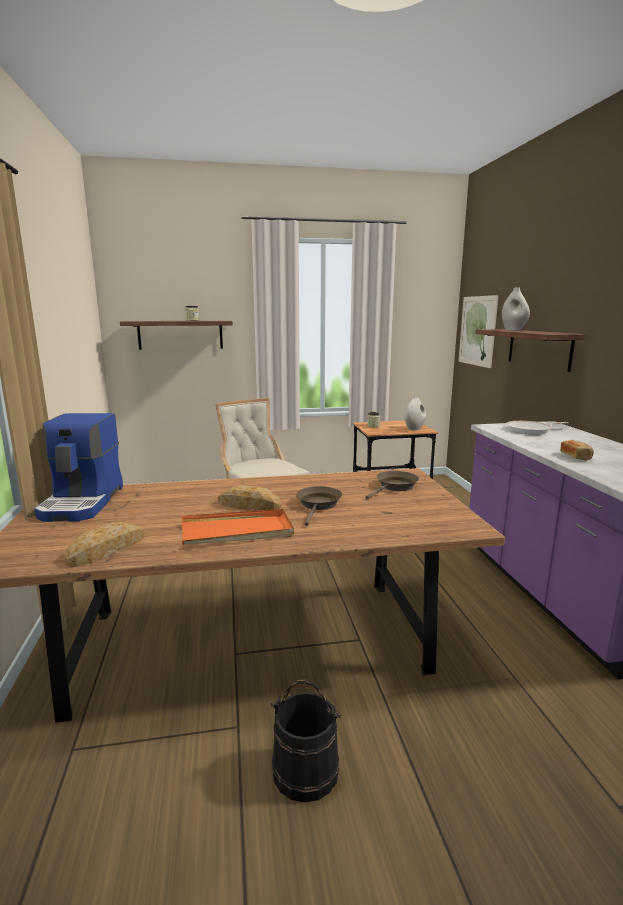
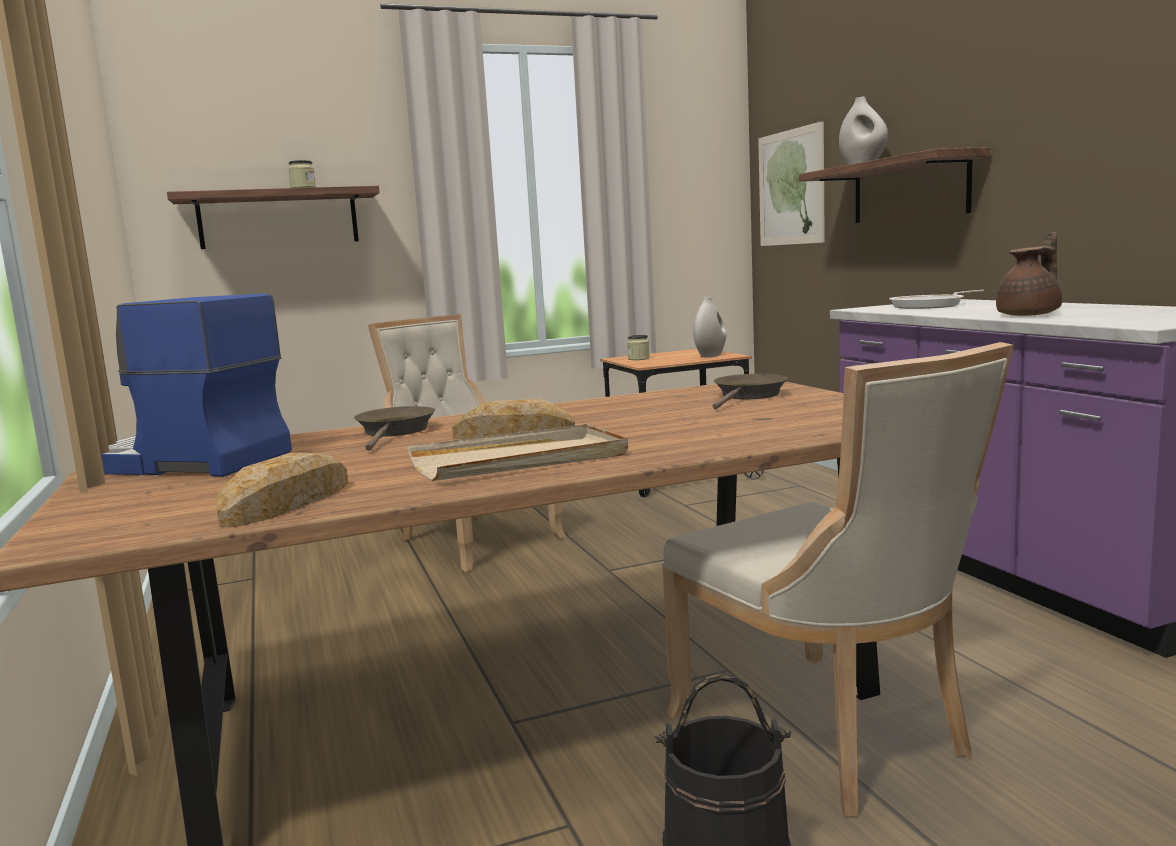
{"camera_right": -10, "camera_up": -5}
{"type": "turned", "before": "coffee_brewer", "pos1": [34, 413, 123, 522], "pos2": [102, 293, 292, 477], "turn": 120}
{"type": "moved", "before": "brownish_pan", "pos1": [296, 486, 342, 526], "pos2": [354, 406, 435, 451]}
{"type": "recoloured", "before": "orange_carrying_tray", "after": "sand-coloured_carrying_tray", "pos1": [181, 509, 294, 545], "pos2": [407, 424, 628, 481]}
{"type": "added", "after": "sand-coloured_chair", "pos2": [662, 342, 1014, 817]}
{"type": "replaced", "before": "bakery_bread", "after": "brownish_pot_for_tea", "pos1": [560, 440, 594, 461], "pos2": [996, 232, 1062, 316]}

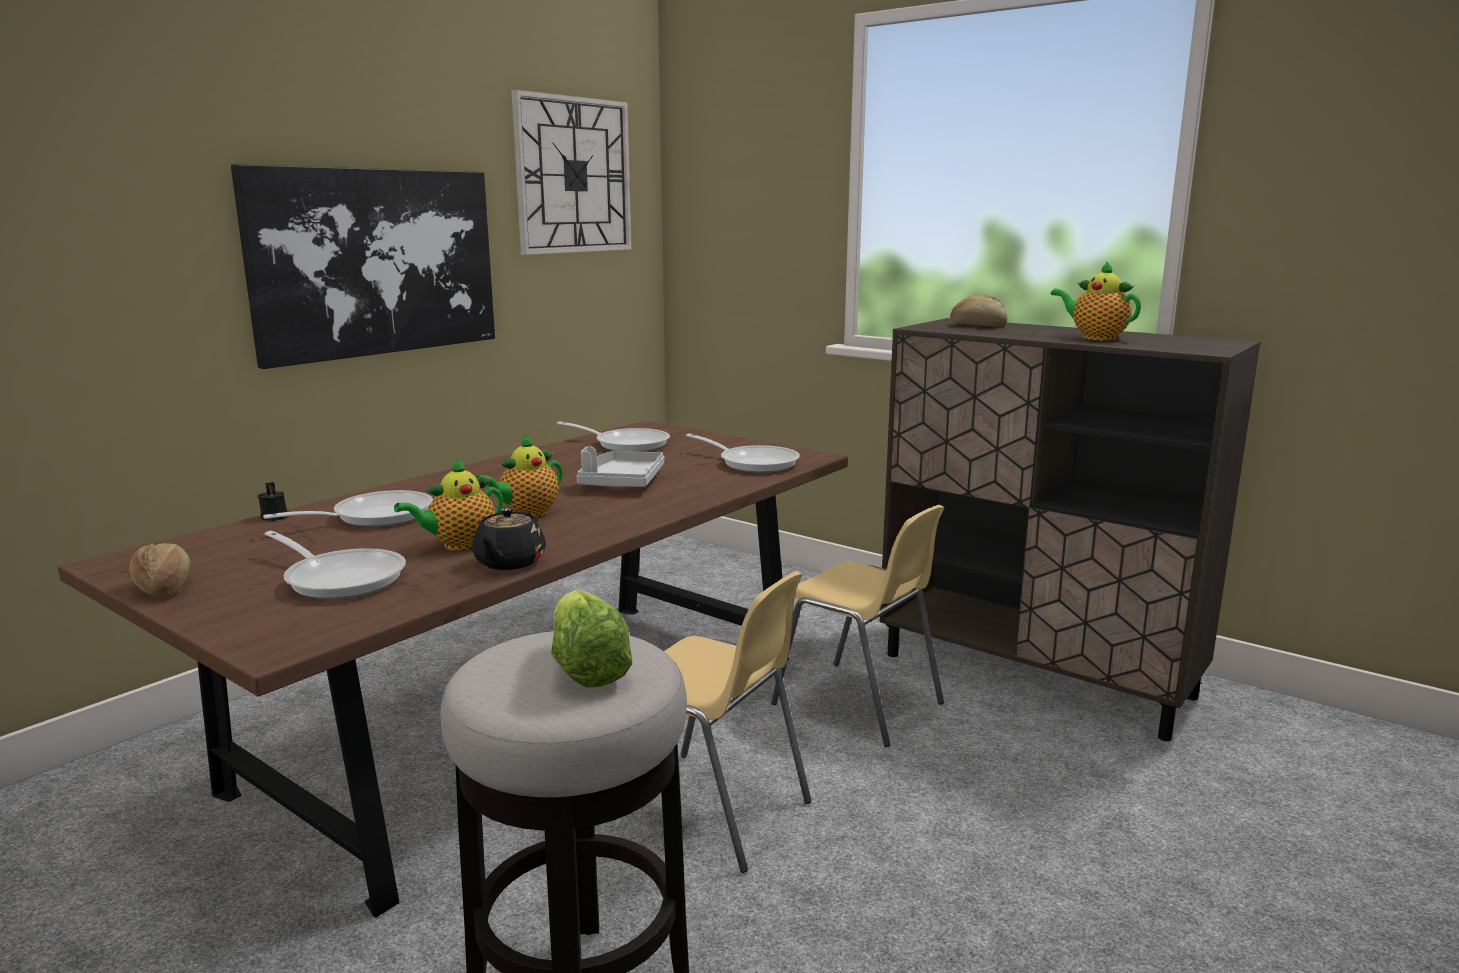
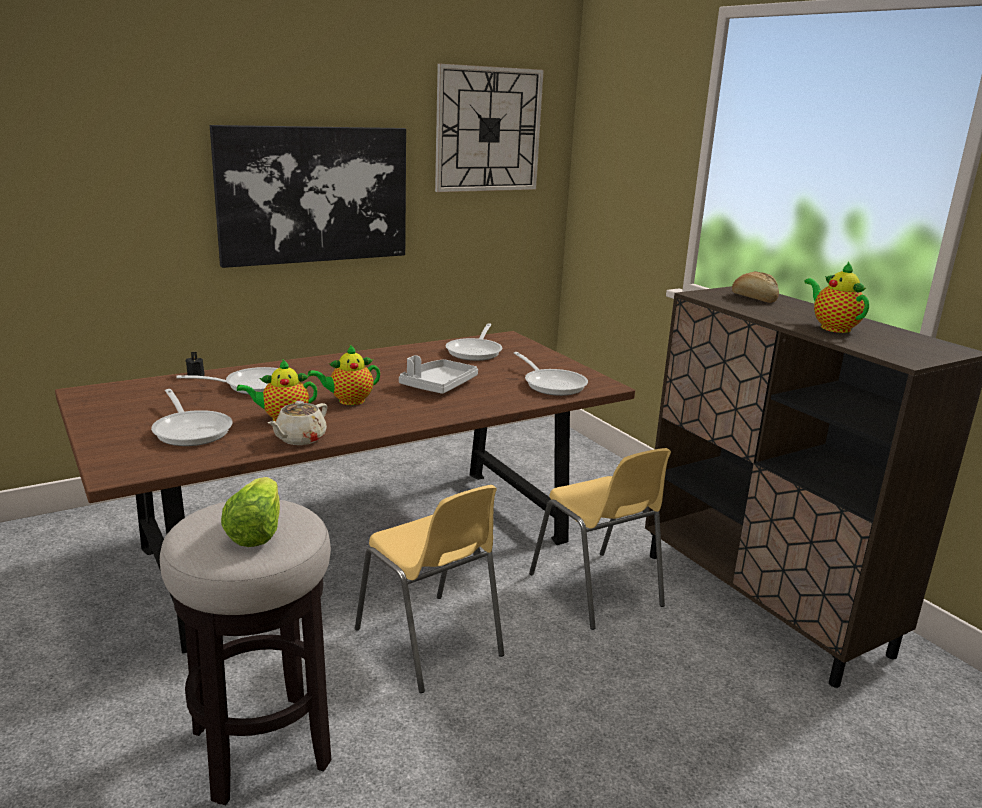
{"camera_right": 20, "camera_up": 5}
{"type": "recoloured", "before": "black-coloured_pot_for_tea", "after": "sand-coloured_pot_for_tea", "pos1": [472, 507, 546, 570], "pos2": [268, 401, 327, 445]}
{"type": "turned", "before": "pan", "pos1": [557, 421, 670, 452], "pos2": [446, 323, 502, 361], "turn": 60}
{"type": "removed", "before": "bakery_bread", "pos1": [129, 543, 191, 597]}

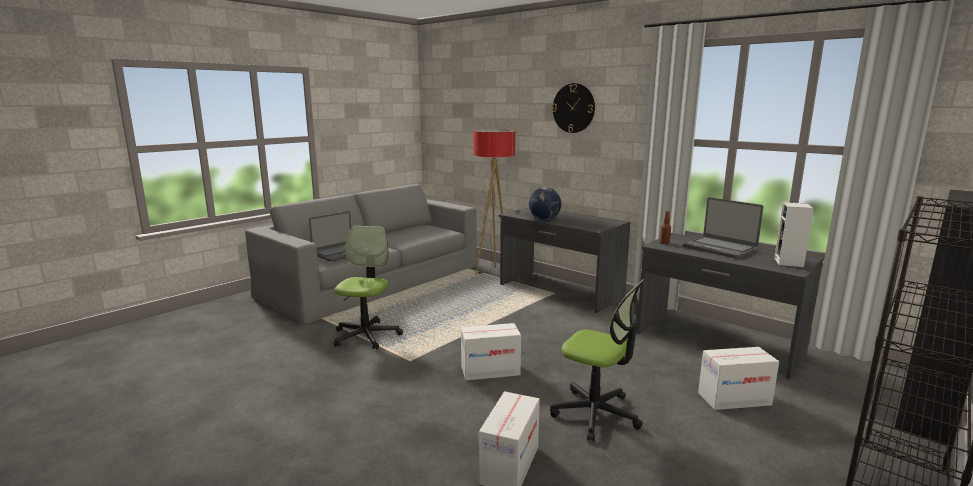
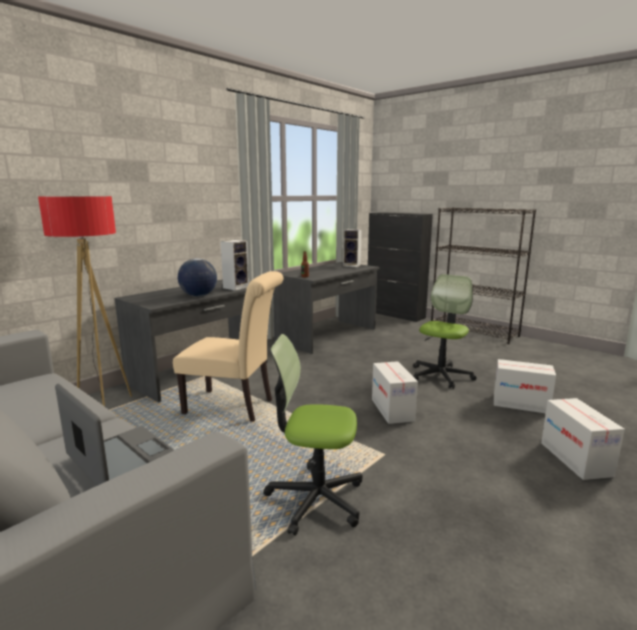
{"camera_right": -90, "camera_up": 0}
{"type": "added", "after": "sand-coloured_chair", "pos2": [173, 271, 284, 422]}
{"type": "added", "after": "speaker", "pos2": [220, 240, 249, 290]}
{"type": "moved", "before": "cardboard_box", "pos1": [698, 347, 779, 410], "pos2": [541, 398, 625, 480]}
{"type": "removed", "before": "wall_clock", "pos1": [552, 83, 595, 133]}
{"type": "removed", "before": "laptop", "pos1": [683, 197, 763, 258]}

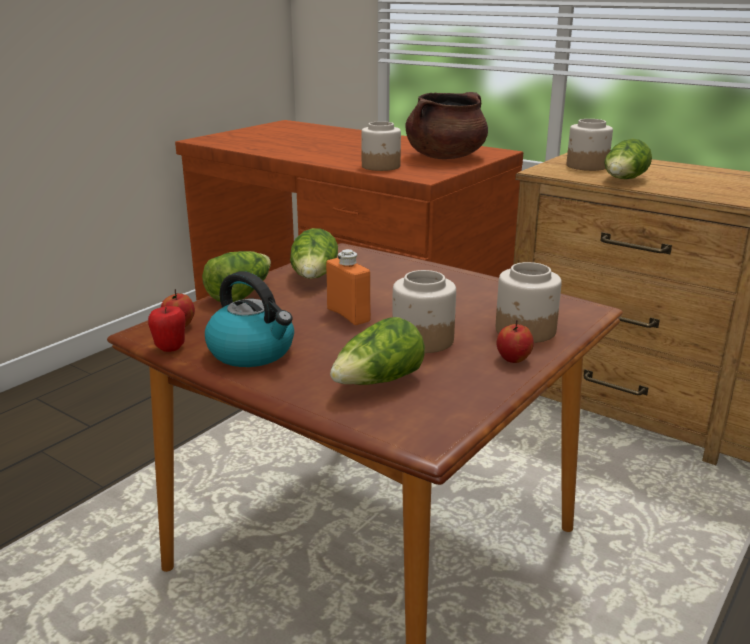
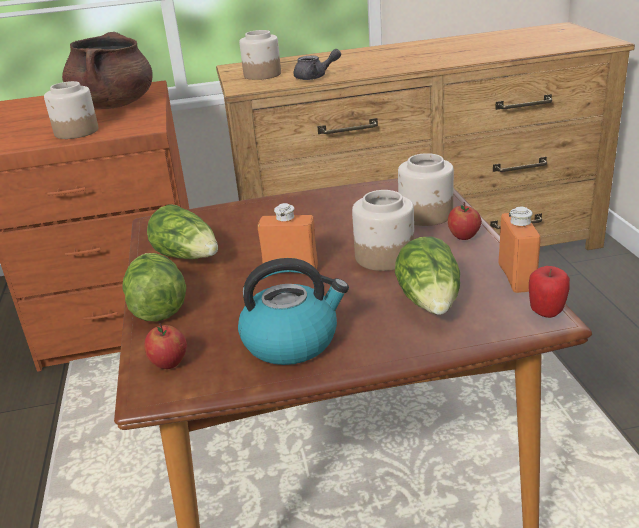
{"camera_right": -45, "camera_up": 5}
{"type": "replaced", "before": "head_of_lettuce", "after": "greyish_pot_for_tea", "pos1": [604, 139, 652, 179], "pos2": [293, 49, 341, 80]}
{"type": "added", "after": "orange_drink_bottle", "pos2": [499, 207, 541, 293]}
{"type": "moved", "before": "whole_apple", "pos1": [148, 306, 186, 352], "pos2": [529, 266, 570, 318]}

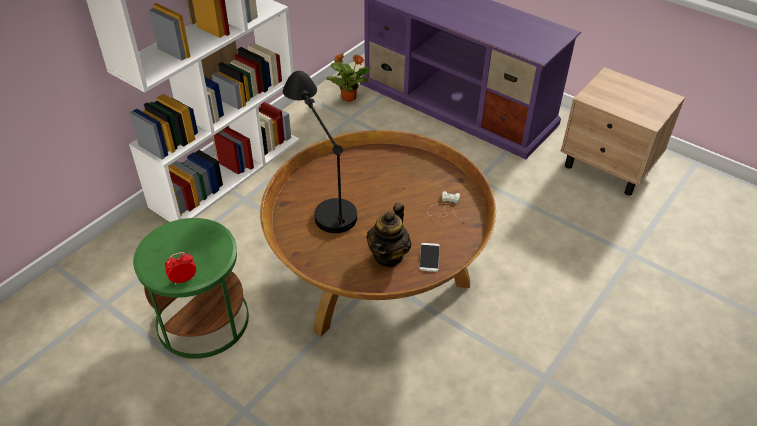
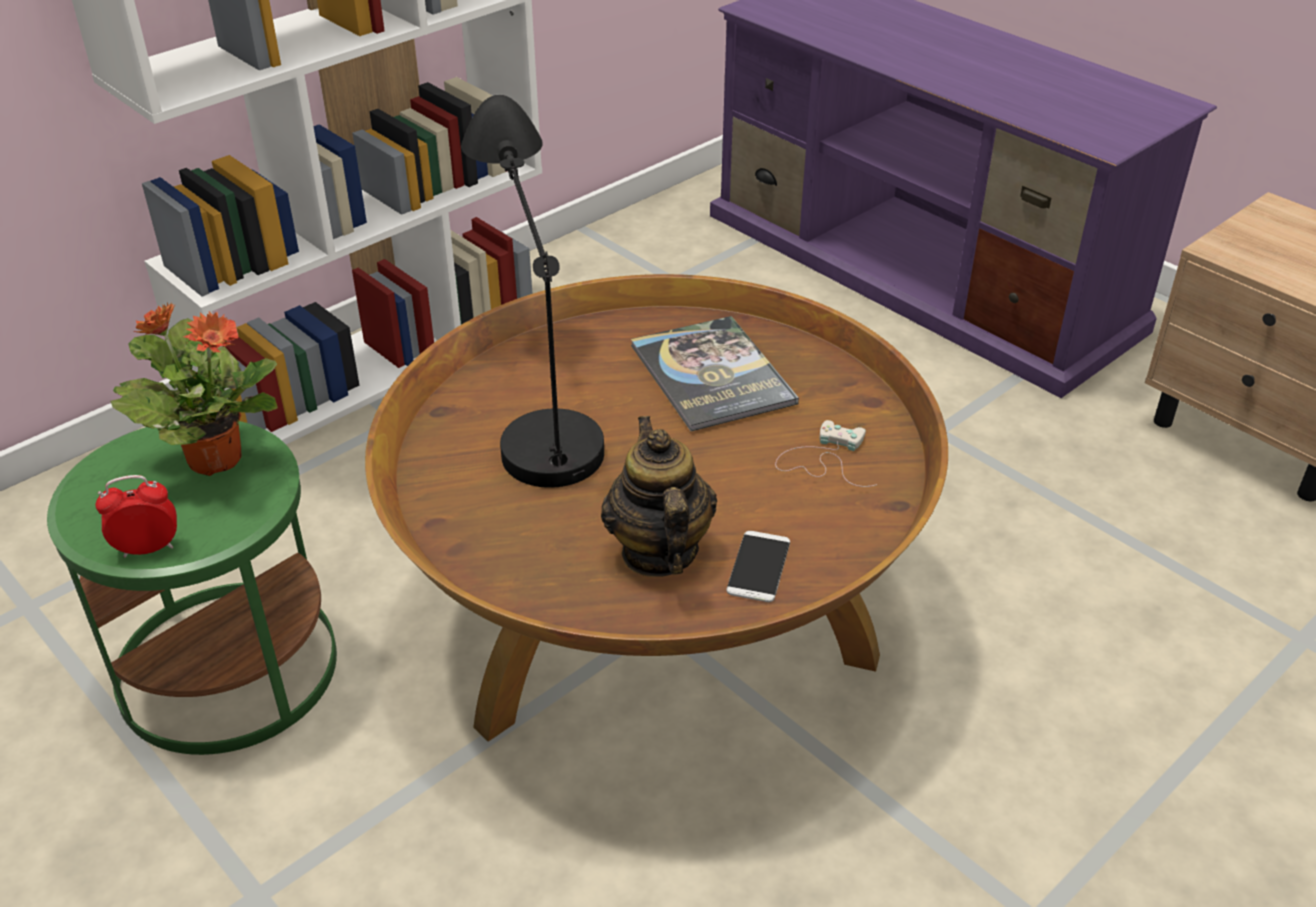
{"camera_right": 10, "camera_up": -5}
{"type": "moved", "before": "plant_in_a_pot", "pos1": [326, 53, 371, 102], "pos2": [110, 302, 278, 476]}
{"type": "turned", "before": "pot_for_tea", "pos1": [366, 203, 411, 267], "pos2": [601, 416, 717, 577], "turn": 135}
{"type": "added", "after": "bound_book", "pos2": [631, 316, 799, 431]}

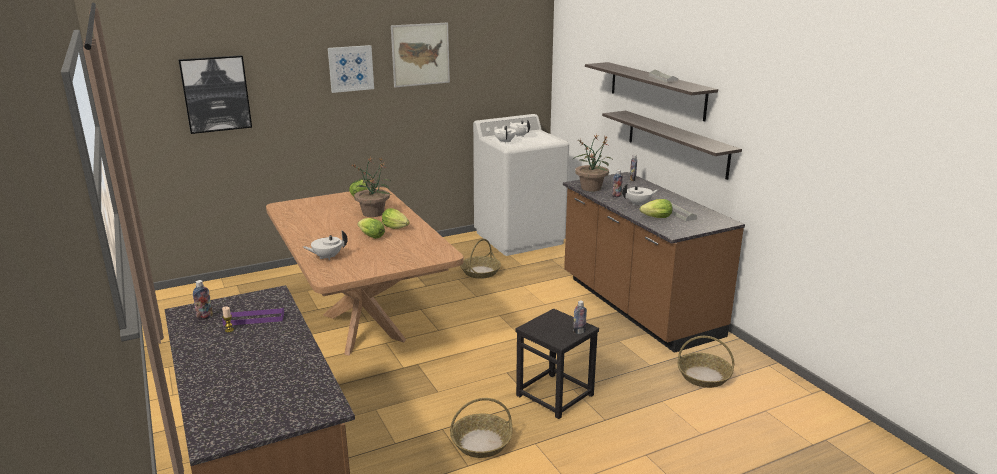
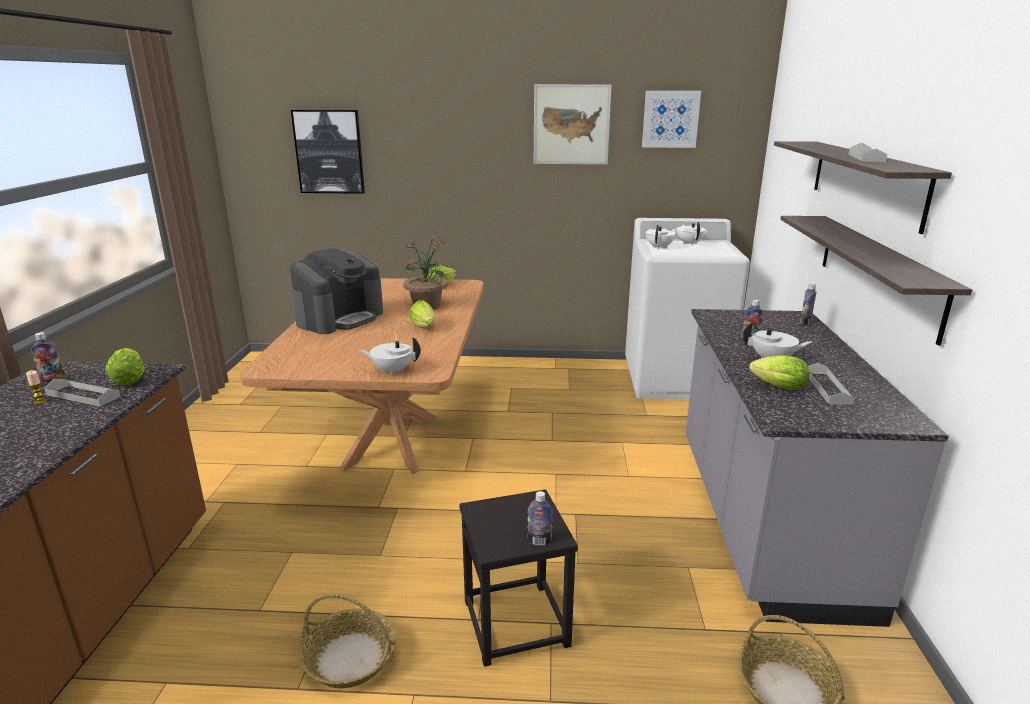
{"camera_right": 30, "camera_up": 0}
{"type": "recoloured", "before": "purplish_carrying_tray", "after": "greyish_carrying_tray", "pos1": [223, 308, 284, 326], "pos2": [44, 379, 121, 406]}
{"type": "moved", "before": "head_of_lettuce", "pos1": [357, 218, 385, 239], "pos2": [105, 348, 144, 385]}
{"type": "added", "after": "coffee_brewer", "pos2": [290, 248, 383, 334]}
{"type": "moved", "before": "white-coloured_pot_for_tea", "pos1": [303, 230, 348, 260], "pos2": [359, 337, 421, 375]}
{"type": "moved", "before": "picture", "pos1": [328, 45, 374, 93], "pos2": [642, 91, 701, 148]}
{"type": "recoloured", "before": "brownish_kitchen_base_unit", "after": "greyish_kitchen_base_unit", "pos1": [563, 172, 745, 353], "pos2": [686, 309, 949, 627]}
{"type": "removed", "before": "household_basket", "pos1": [460, 239, 501, 279]}
{"type": "removed", "before": "plant_in_a_pot", "pos1": [573, 134, 613, 192]}

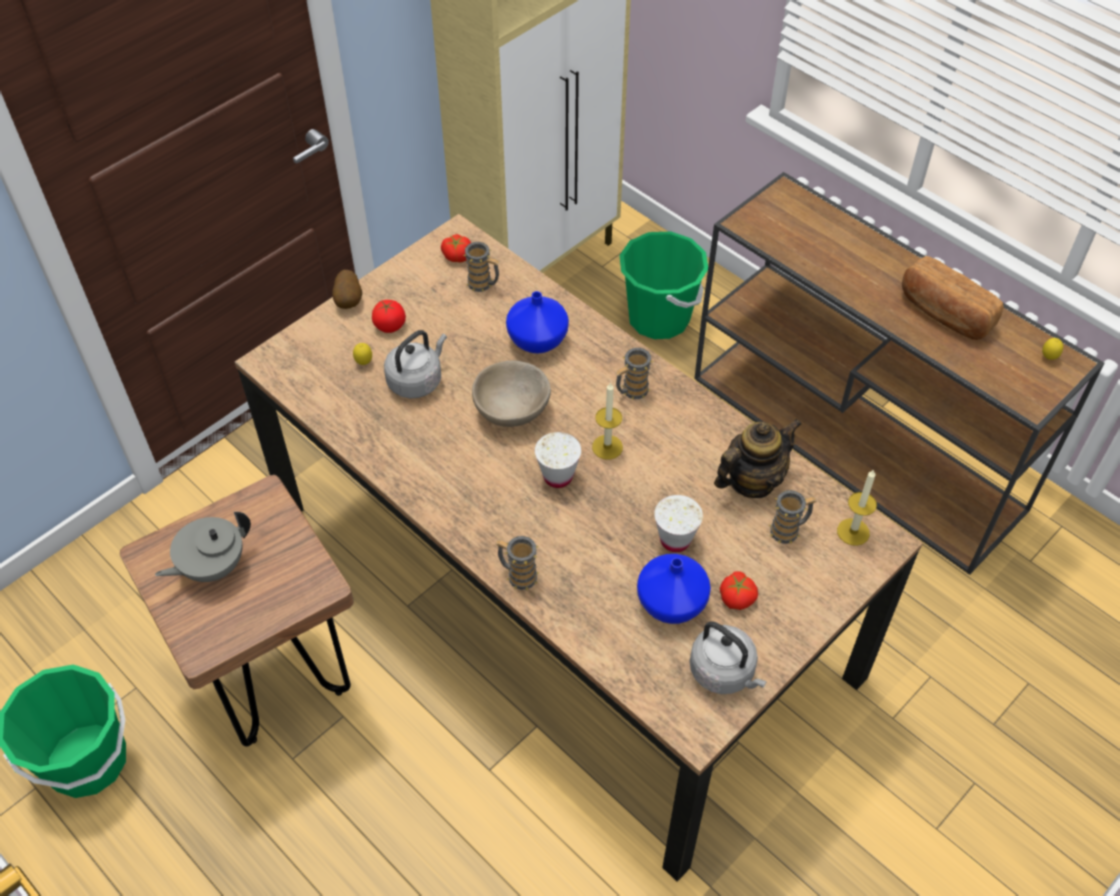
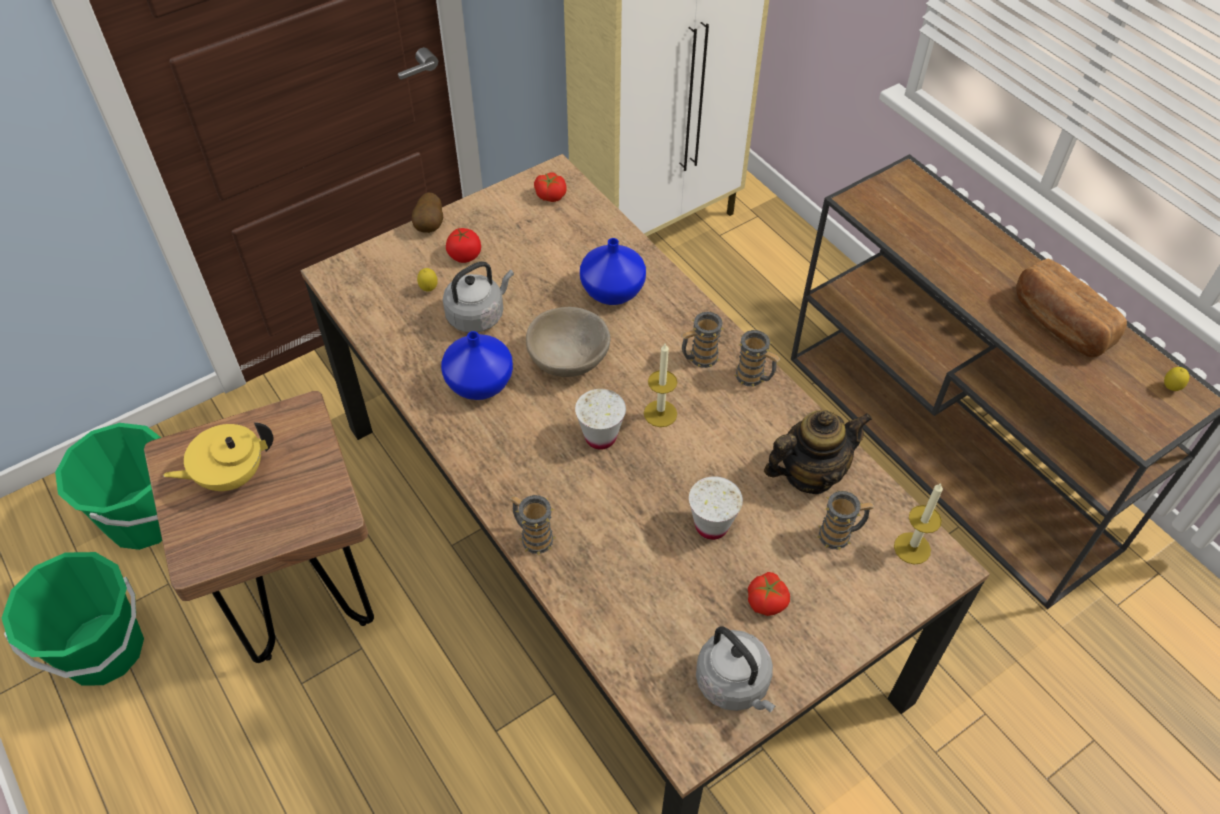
{"camera_right": 10, "camera_up": 0}
{"type": "moved", "before": "green_pail", "pos1": [619, 231, 708, 339], "pos2": [55, 423, 162, 550]}
{"type": "recoloured", "before": "greyish_pot_for_tea", "after": "yellow_pot_for_tea", "pos1": [155, 512, 251, 582], "pos2": [163, 422, 273, 491]}
{"type": "moved", "before": "bluish_vase", "pos1": [637, 554, 711, 624], "pos2": [441, 331, 513, 400]}
{"type": "moved", "before": "tea_mug", "pos1": [463, 242, 500, 292], "pos2": [734, 330, 780, 387]}

